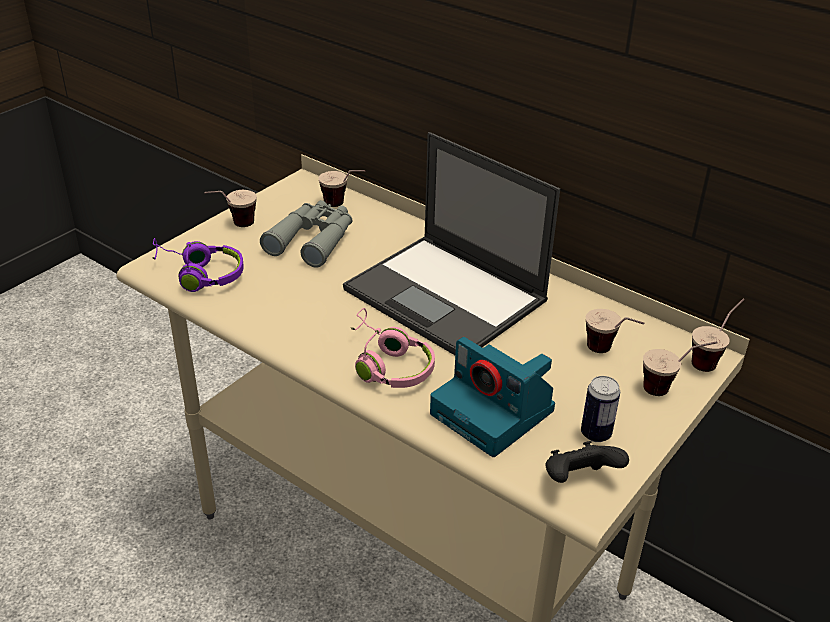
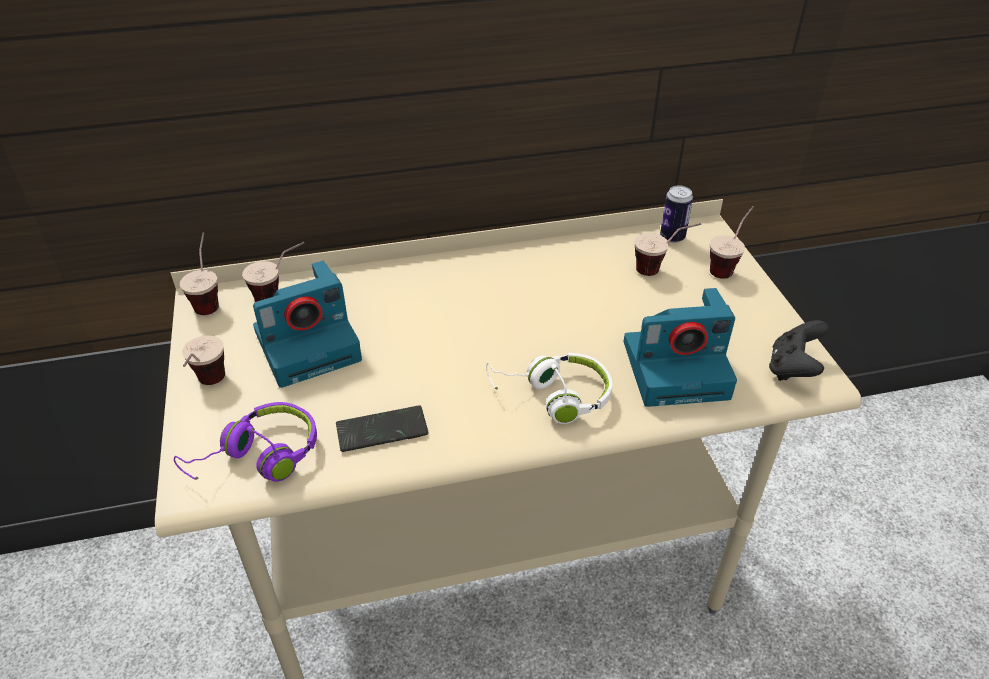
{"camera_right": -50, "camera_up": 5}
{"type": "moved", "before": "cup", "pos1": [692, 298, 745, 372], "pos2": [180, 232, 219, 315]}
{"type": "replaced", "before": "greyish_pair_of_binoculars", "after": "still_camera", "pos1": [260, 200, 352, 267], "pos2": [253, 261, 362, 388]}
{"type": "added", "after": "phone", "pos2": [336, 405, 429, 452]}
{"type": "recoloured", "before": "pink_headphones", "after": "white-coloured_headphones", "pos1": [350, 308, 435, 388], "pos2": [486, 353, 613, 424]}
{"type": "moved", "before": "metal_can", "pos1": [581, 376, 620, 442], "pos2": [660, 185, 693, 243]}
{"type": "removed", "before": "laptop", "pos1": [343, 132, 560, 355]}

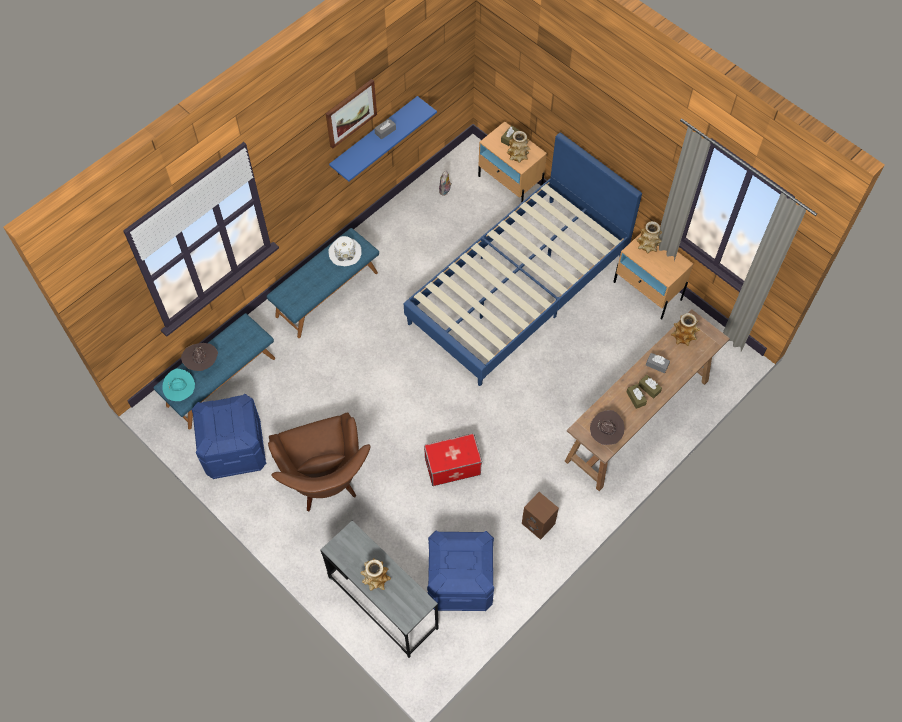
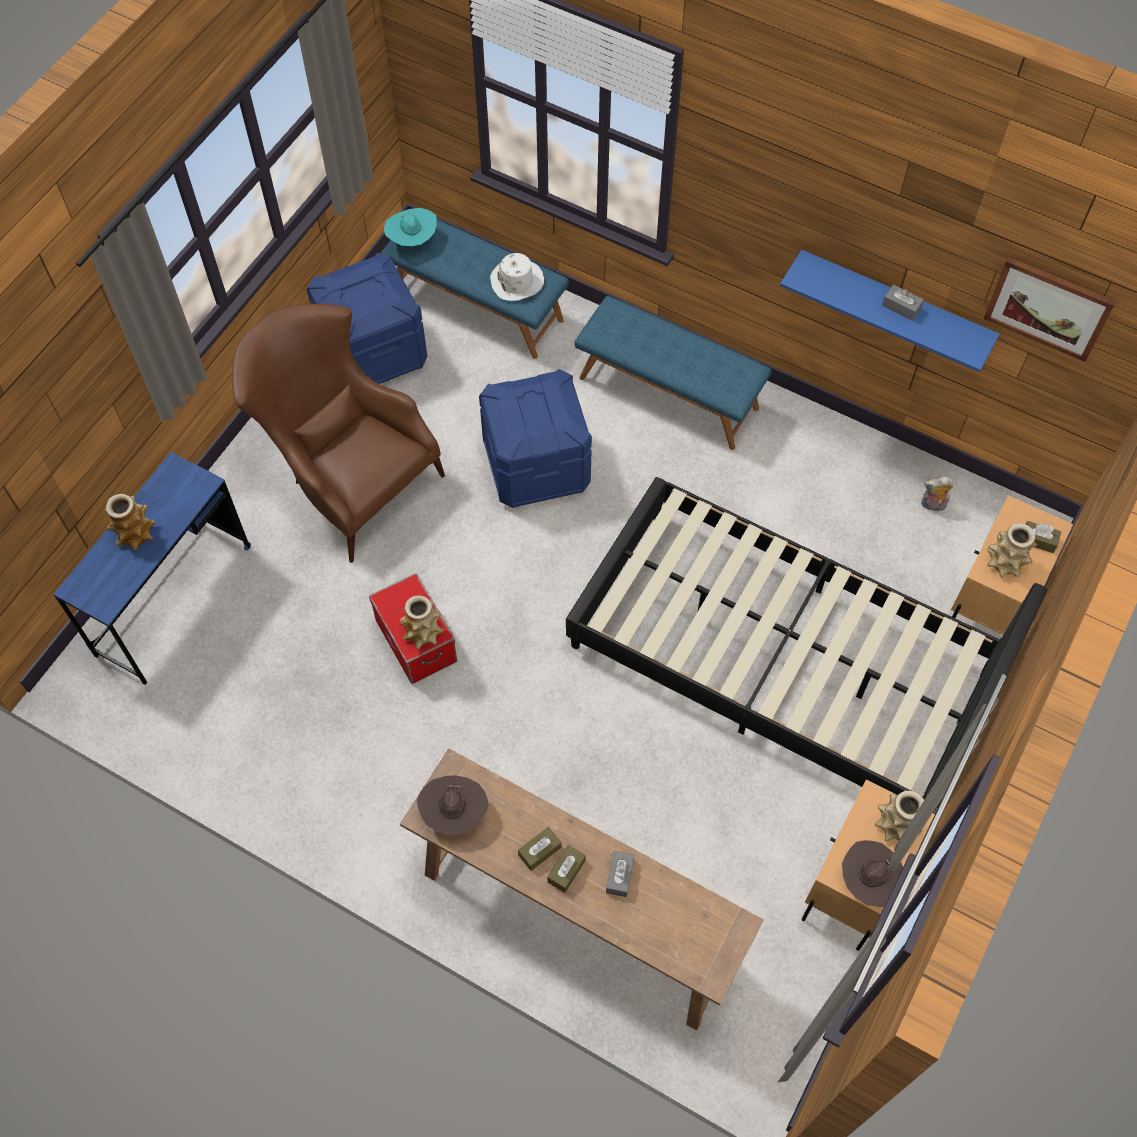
{"camera_right": 75, "camera_up": 0}
{"type": "recoloured", "before": "greyish_desk_unit", "after": "bluish_desk_unit", "pos1": [320, 521, 439, 658], "pos2": [53, 452, 251, 685]}
{"type": "turned", "before": "brownish_armchair", "pos1": [268, 412, 370, 512], "pos2": [232, 304, 445, 563], "turn": 75}
{"type": "moved", "before": "vase", "pos1": [671, 313, 700, 346], "pos2": [400, 595, 444, 649]}
{"type": "moved", "before": "bluish_storage_bin", "pos1": [427, 530, 494, 611], "pos2": [479, 369, 592, 508]}
{"type": "moved", "before": "white-coloured_wearable_hat", "pos1": [329, 236, 362, 266], "pos2": [490, 253, 544, 301]}
{"type": "recoloured", "before": "bluish_bedroom_bed", "after": "black-coloured_bedroom_bed", "pos1": [404, 132, 642, 386], "pos2": [566, 477, 1047, 813]}
{"type": "moved", "before": "brownish_wearable_hat", "pos1": [181, 343, 218, 371], "pos2": [842, 840, 903, 907]}
{"type": "moved", "before": "picture", "pos1": [326, 79, 377, 149], "pos2": [983, 257, 1116, 362]}
{"type": "removed", "before": "brownish_speaker", "pos1": [522, 492, 559, 540]}

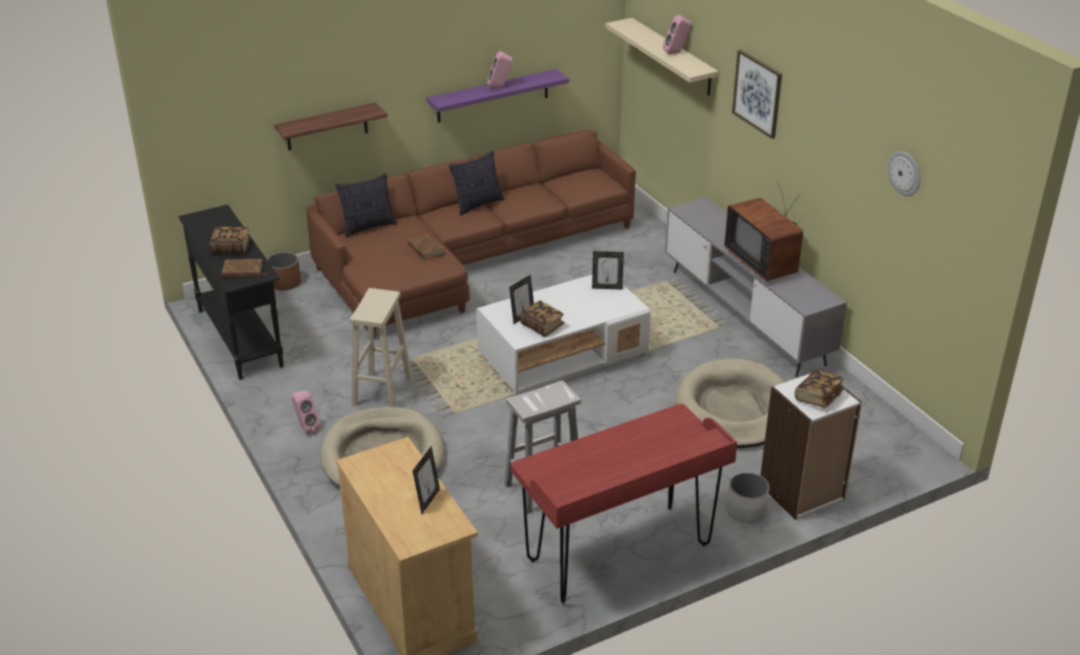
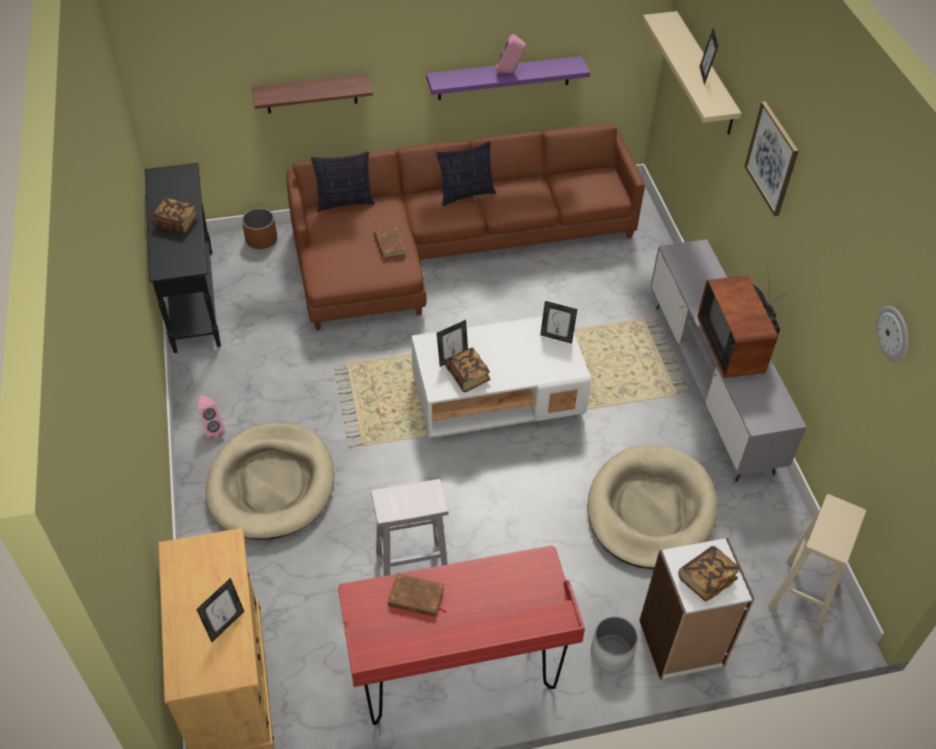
{"camera_right": 15, "camera_up": 15}
{"type": "moved", "before": "brownish_bound_book", "pos1": [221, 259, 267, 278], "pos2": [388, 574, 447, 617]}
{"type": "replaced", "before": "pink_speaker", "after": "picture_frame", "pos1": [663, 15, 691, 54], "pos2": [699, 28, 718, 85]}
{"type": "moved", "before": "sand-coloured_stool", "pos1": [350, 288, 412, 407], "pos2": [768, 494, 866, 631]}

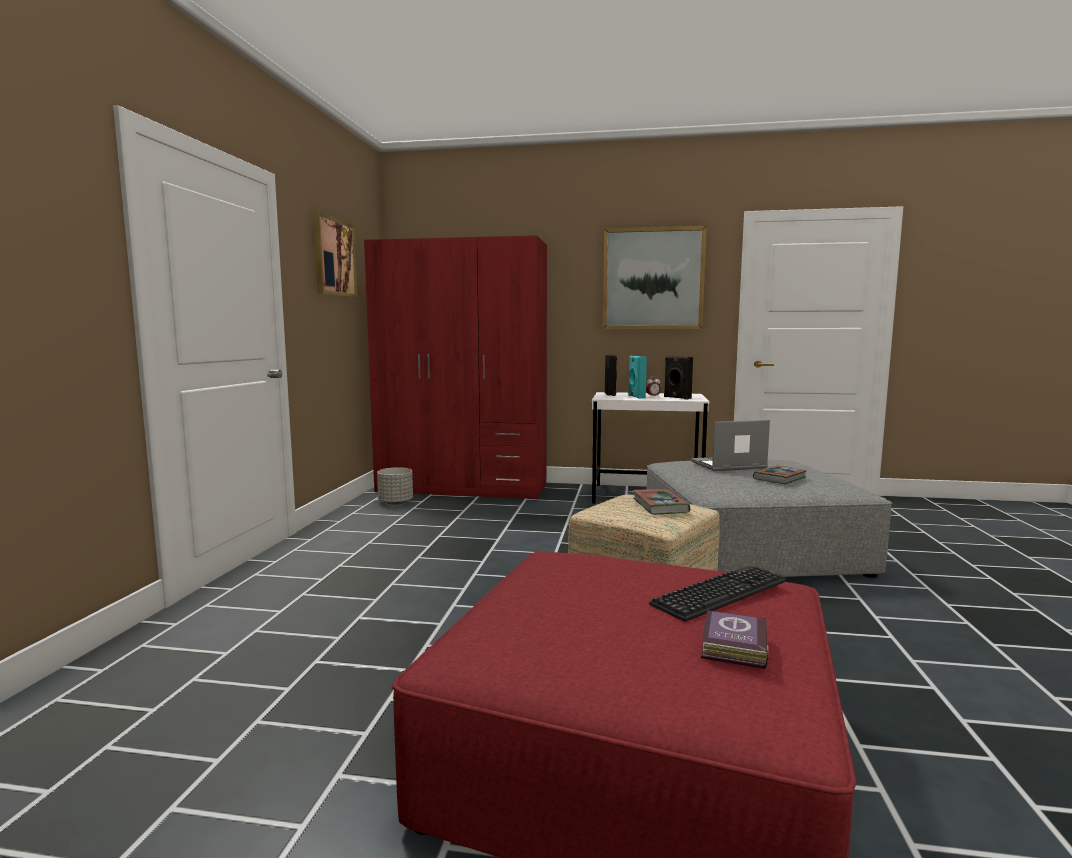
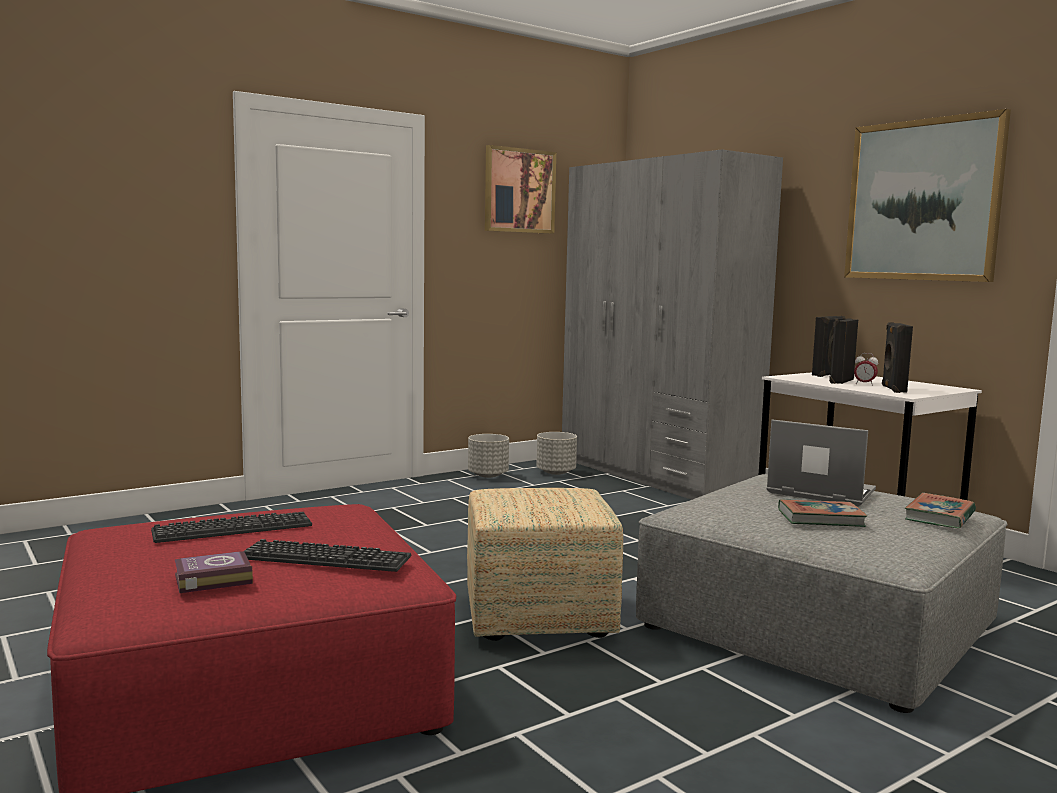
{"camera_right": 45, "camera_up": 0}
{"type": "added", "after": "computer_keyboard", "pos2": [151, 512, 312, 543]}
{"type": "added", "after": "greyish_plant_pot", "pos2": [468, 434, 509, 478]}
{"type": "recoloured", "before": "reddish_armoire", "after": "greyish_armoire", "pos1": [364, 235, 547, 499], "pos2": [562, 150, 783, 500]}
{"type": "recoloured", "before": "turquoise_speaker", "after": "black-coloured_speaker", "pos1": [628, 355, 647, 399], "pos2": [829, 319, 858, 384]}
{"type": "moved", "before": "bound_book", "pos1": [633, 489, 690, 514], "pos2": [905, 493, 976, 528]}

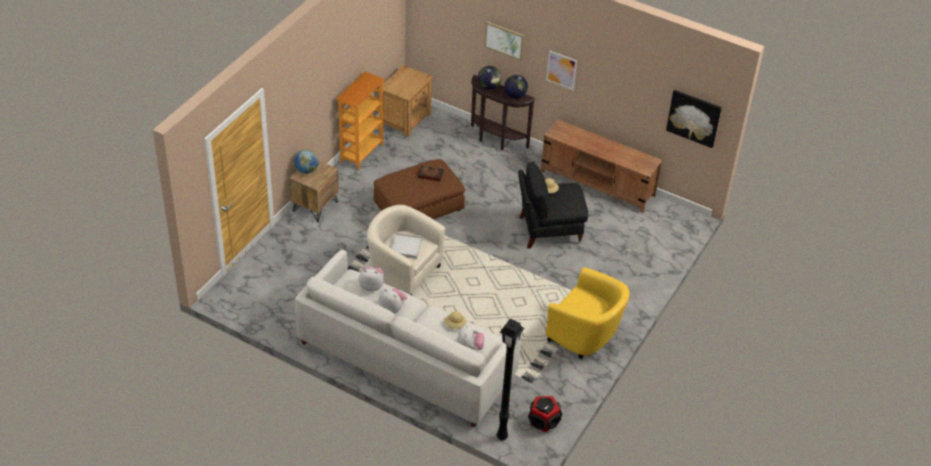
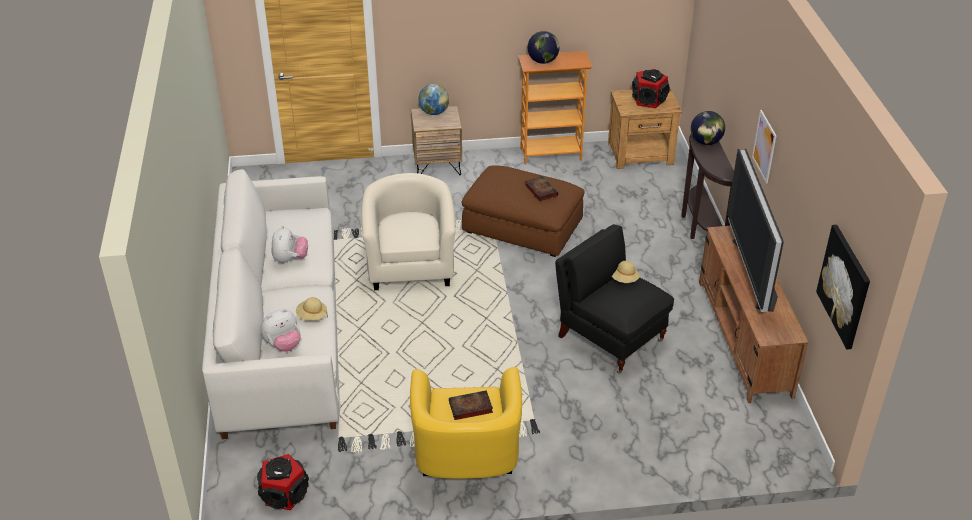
{"camera_right": 55, "camera_up": -5}
{"type": "added", "after": "bound_book", "pos2": [449, 390, 493, 420]}
{"type": "moved", "before": "desk_globe", "pos1": [504, 75, 528, 99], "pos2": [528, 31, 560, 64]}
{"type": "added", "after": "speaker", "pos2": [632, 69, 670, 108]}
{"type": "added", "after": "TV", "pos2": [727, 149, 784, 312]}
{"type": "removed", "before": "soft_toy", "pos1": [358, 267, 384, 292]}
{"type": "removed", "before": "white-coloured_carrying_tray", "pos1": [391, 233, 422, 259]}
{"type": "removed", "before": "picture", "pos1": [484, 21, 524, 61]}
{"type": "removed", "before": "black-coloured_standard_lamp", "pos1": [497, 319, 525, 441]}

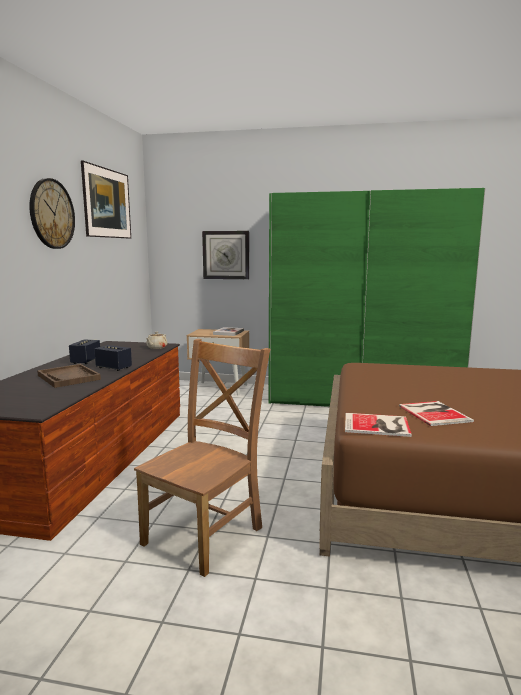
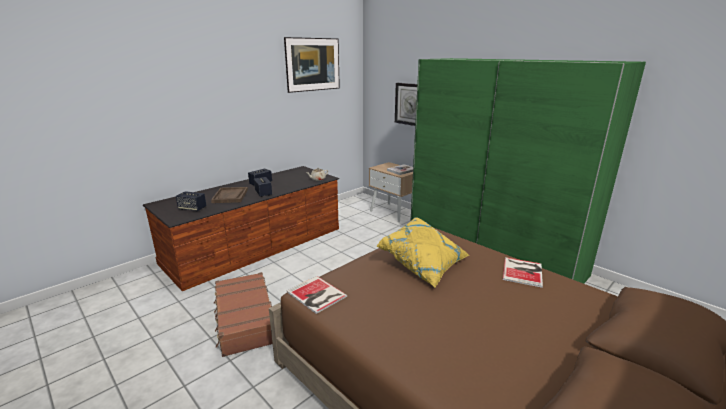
{"camera_right": 35, "camera_up": 10}
{"type": "added", "after": "speaker", "pos2": [176, 191, 206, 211]}
{"type": "replaced", "before": "brownish_chair", "after": "brownish_travel_case", "pos1": [134, 339, 270, 577], "pos2": [214, 272, 273, 357]}
{"type": "added", "after": "yellow_throw_pillow", "pos2": [376, 217, 469, 288]}
{"type": "moved", "before": "bound_book", "pos1": [399, 401, 474, 426], "pos2": [503, 257, 543, 288]}
{"type": "removed", "before": "wall_clock", "pos1": [29, 178, 75, 249]}

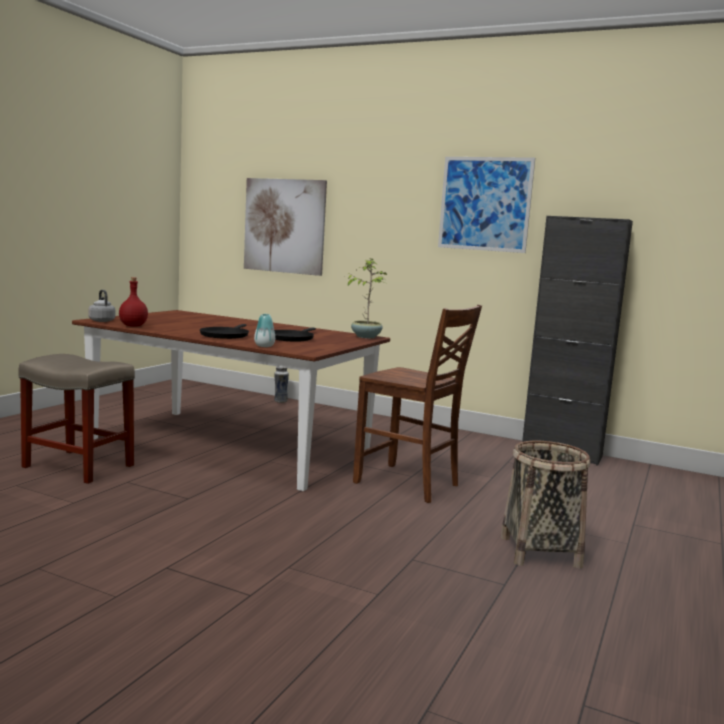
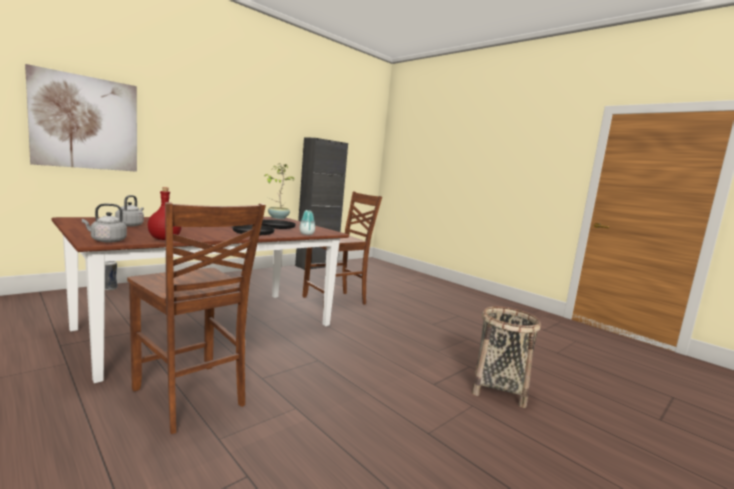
{"camera_right": -70, "camera_up": 0}
{"type": "added", "after": "greyish_water_kettle", "pos2": [115, 195, 144, 227]}
{"type": "replaced", "before": "sand-coloured_stool", "after": "brownish_chair", "pos1": [19, 354, 135, 484], "pos2": [127, 202, 266, 434]}
{"type": "moved", "before": "household_basket", "pos1": [501, 441, 590, 568], "pos2": [472, 306, 541, 408]}
{"type": "removed", "before": "picture", "pos1": [438, 157, 535, 253]}

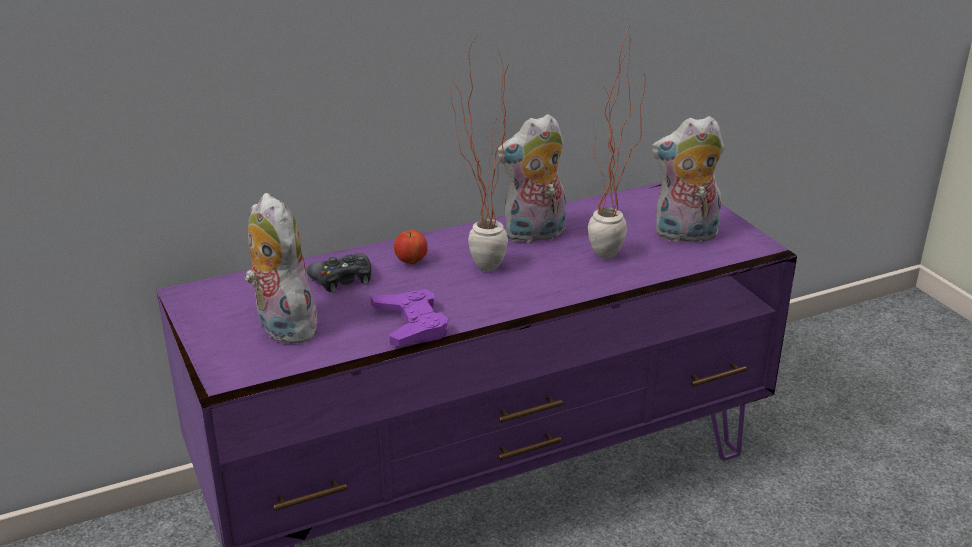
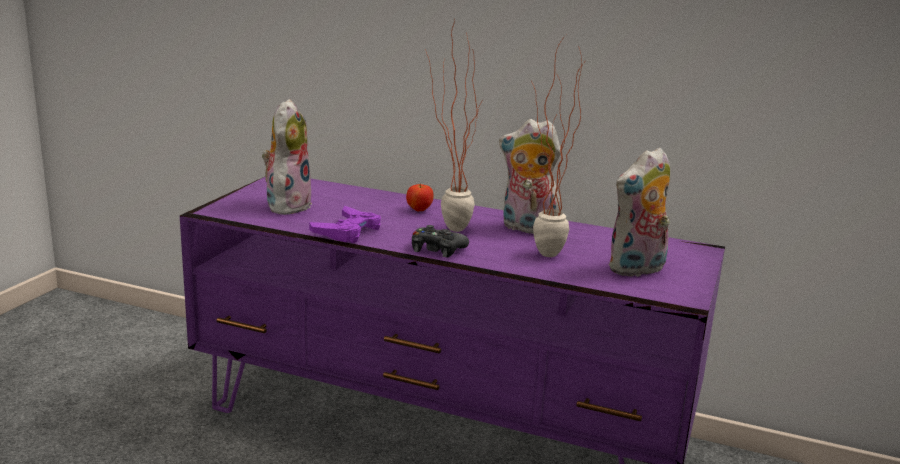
{"camera_right": 45, "camera_up": -10}
{"type": "moved", "before": "black-coloured_game_controller", "pos1": [306, 253, 371, 293], "pos2": [412, 225, 469, 257]}
{"type": "turned", "before": "soft_toy", "pos1": [651, 116, 724, 245], "pos2": [609, 147, 670, 277], "turn": -75}

